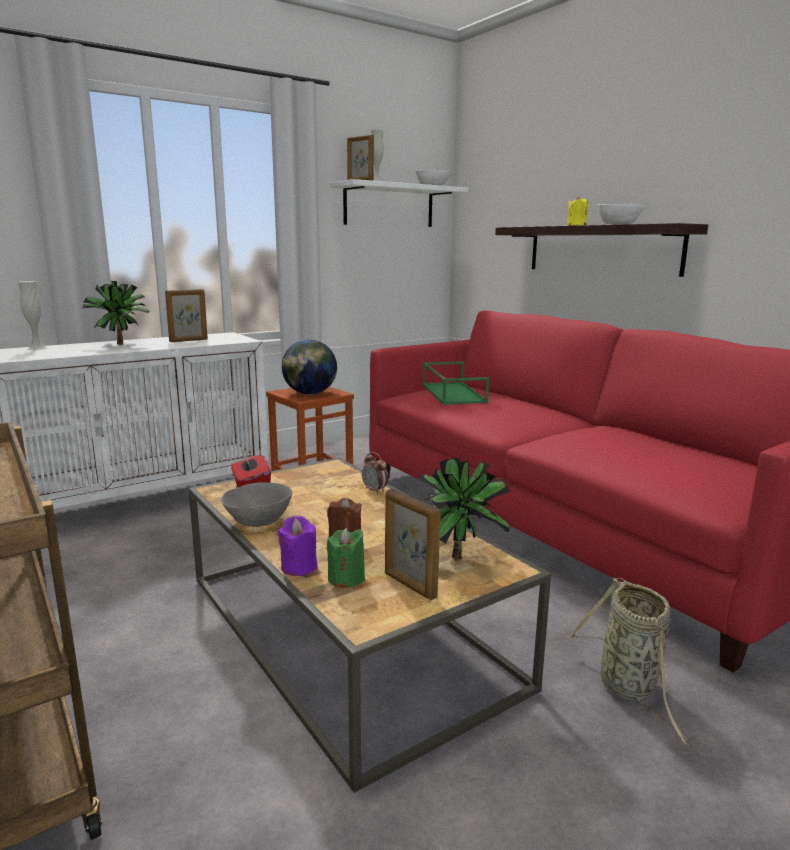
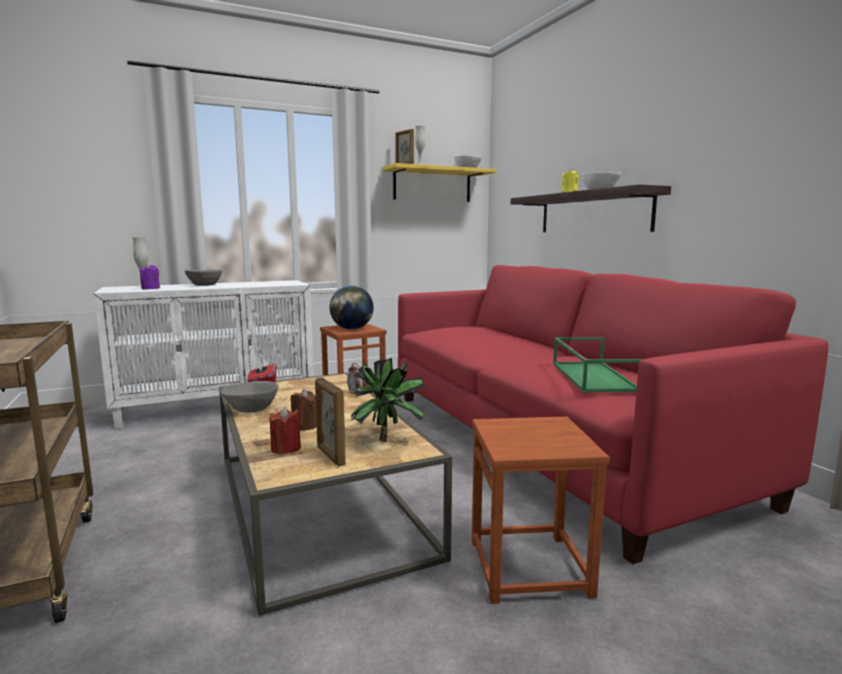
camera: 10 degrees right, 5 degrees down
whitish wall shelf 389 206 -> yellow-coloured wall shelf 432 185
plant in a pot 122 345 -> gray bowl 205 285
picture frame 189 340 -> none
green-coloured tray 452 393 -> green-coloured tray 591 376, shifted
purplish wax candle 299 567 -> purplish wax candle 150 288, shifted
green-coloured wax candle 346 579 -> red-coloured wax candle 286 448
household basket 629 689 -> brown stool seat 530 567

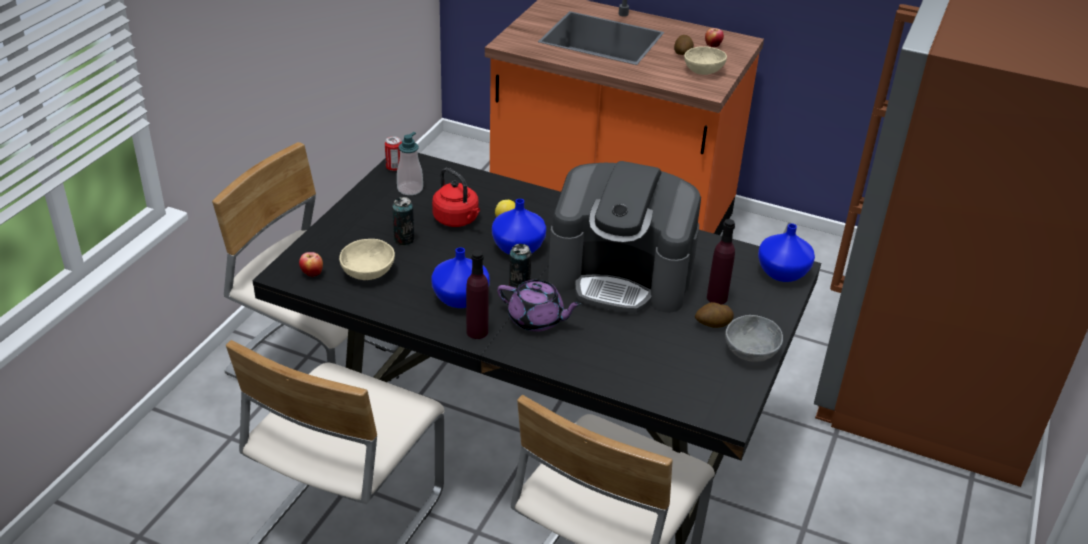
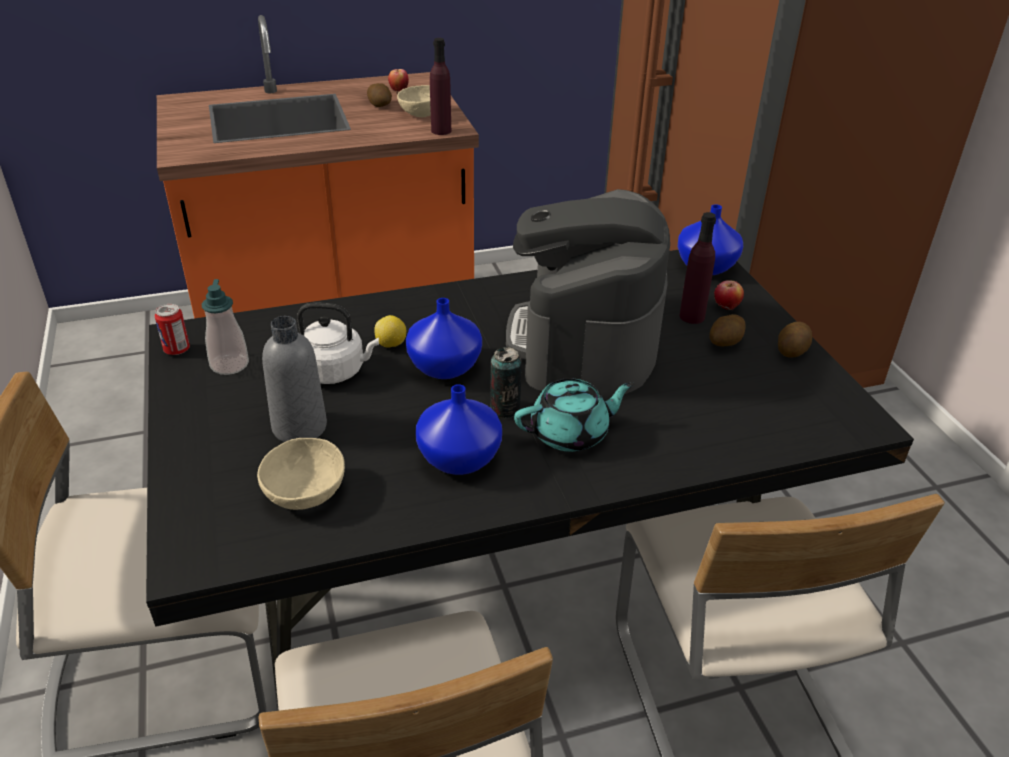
camera: 40 degrees left, 0 degrees up
coffee machine 622 276 -> coffee machine 584 341, 120 degrees clockwise
red-coloured tea kettle 457 220 -> whitish tea kettle 335 371
metal can 404 239 -> gray drink bottle 299 427
purplish drink bottle 477 331 -> purplish drink bottle 441 131, shifted
apple fruit 312 274 -> apple fruit 726 308, shifted
purplish tea pot 537 319 -> turquoise tea pot 571 433
gray bowl 752 352 -> whole potato 791 350

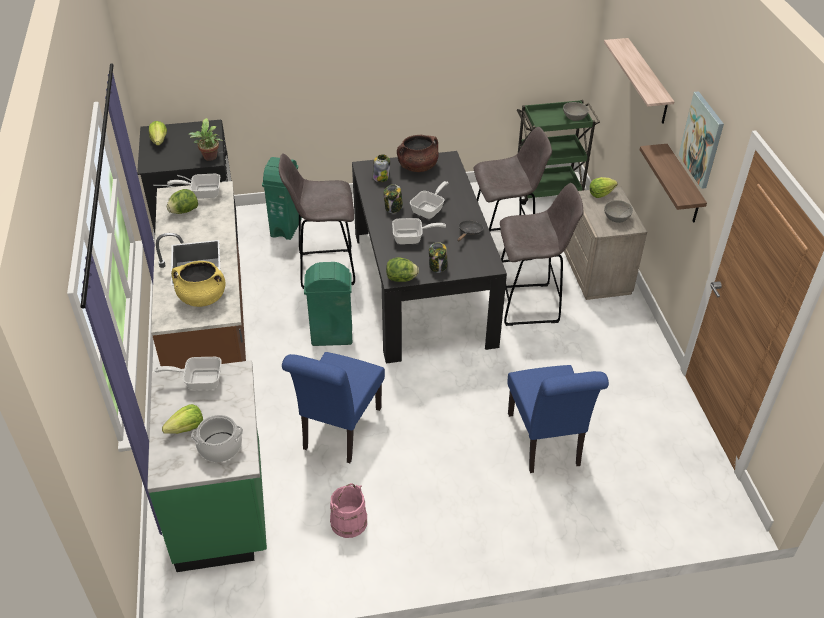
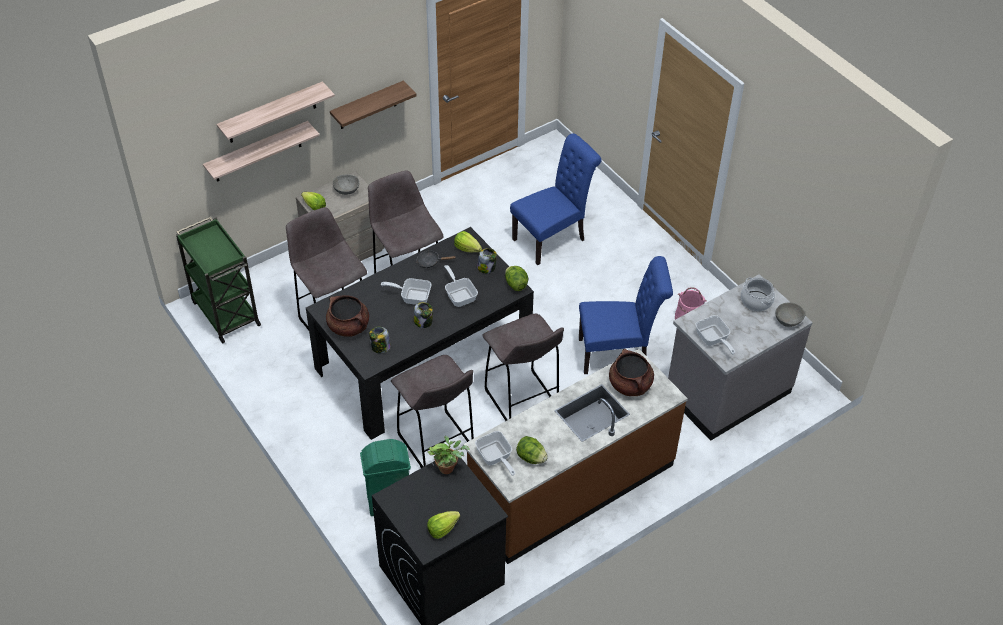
camera: 115 degrees left, 5 degrees up
wall picture 702 140 -> none
gray bowl 574 118 -> gray bowl 788 321, shifted
yellow-coloured stockpot 202 298 -> brown stockpot 630 385
green-coloured rubbish bin 331 337 -> gray stool seat 522 400
green-coloured kitchen base unit 223 507 -> gray kitchen base unit 727 392
head of lettuce 186 428 -> head of lettuce 467 248, shifted
none -> wall shelf 257 152

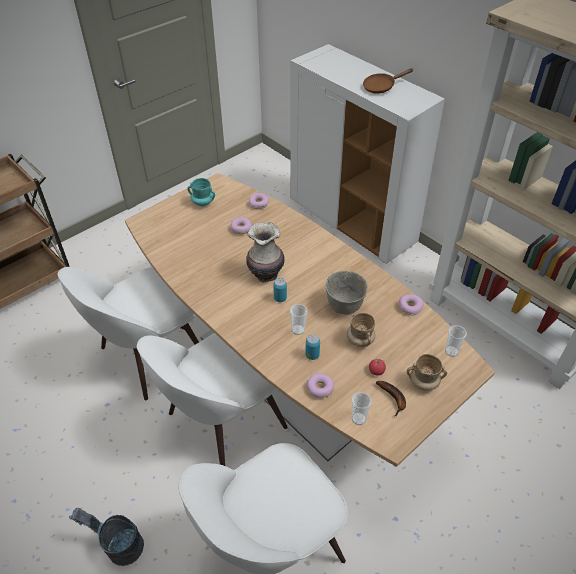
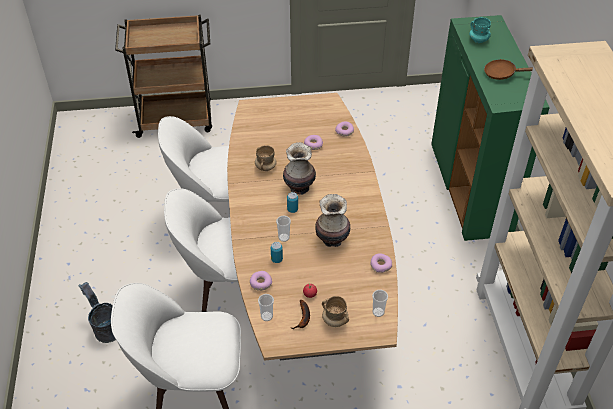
camera: 35 degrees right, 0 degrees up
whitish cabinet 352 221 -> green-coloured cabinet 470 190
turquoise mug 202 203 -> turquoise mug 478 40, shifted
gray bowl 345 306 -> decorative vase 333 239
beige mug 360 340 -> beige mug 265 167, shifted

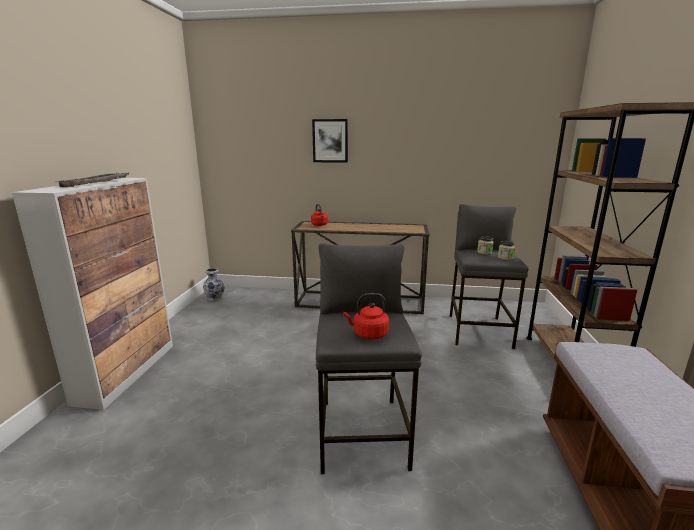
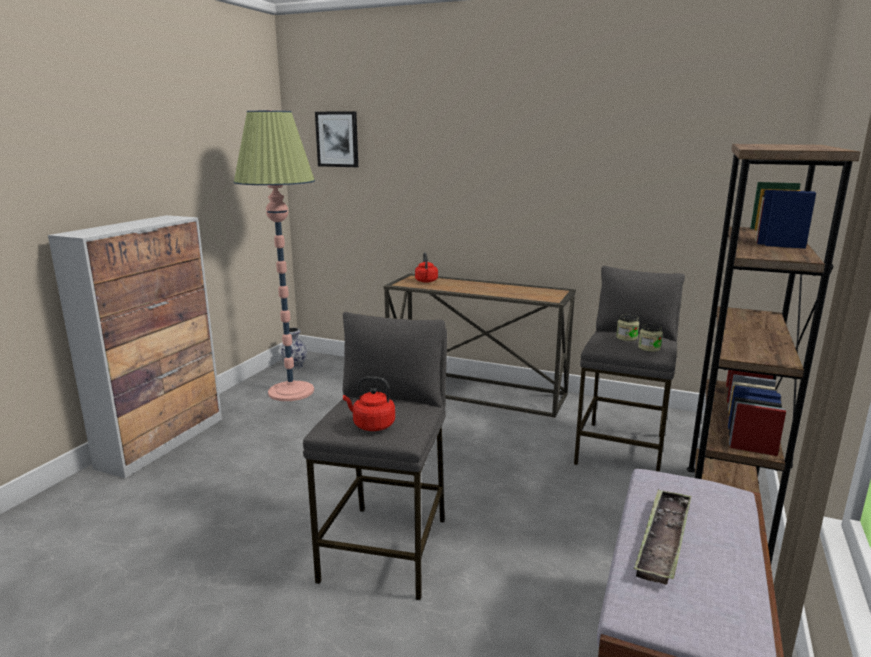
camera: 15 degrees right, 0 degrees up
wall picture 330 141 -> wall picture 337 139, shifted
tray 96 183 -> tray 663 540, shifted
none -> floor lamp 291 391

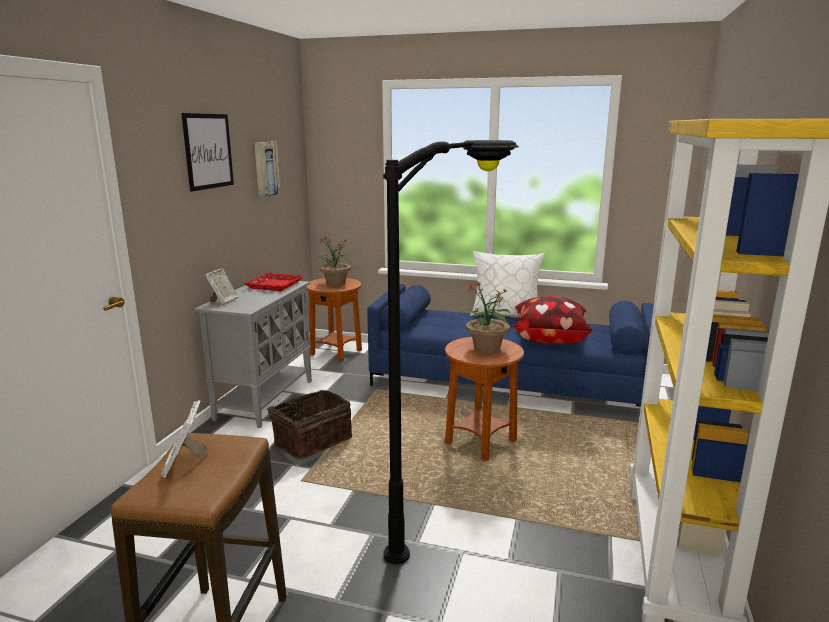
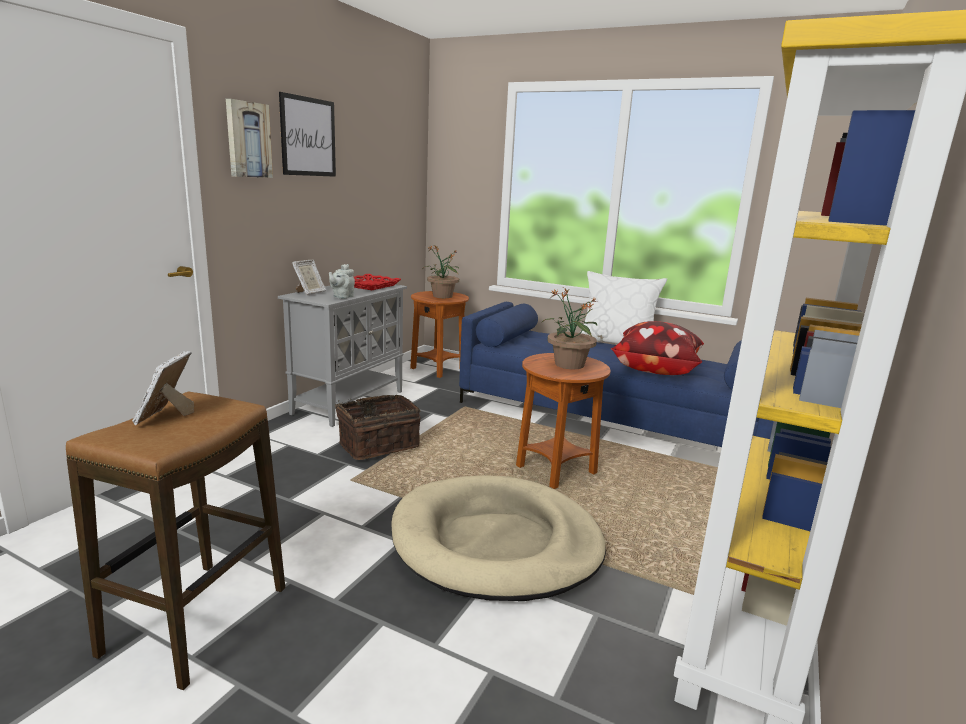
camera: 10 degrees right, 0 degrees up
black-coloured floor lamp 455 520 -> beige dog bed 496 542
wall picture 265 169 -> wall picture 247 140, shifted
none -> gray tea pot 342 297

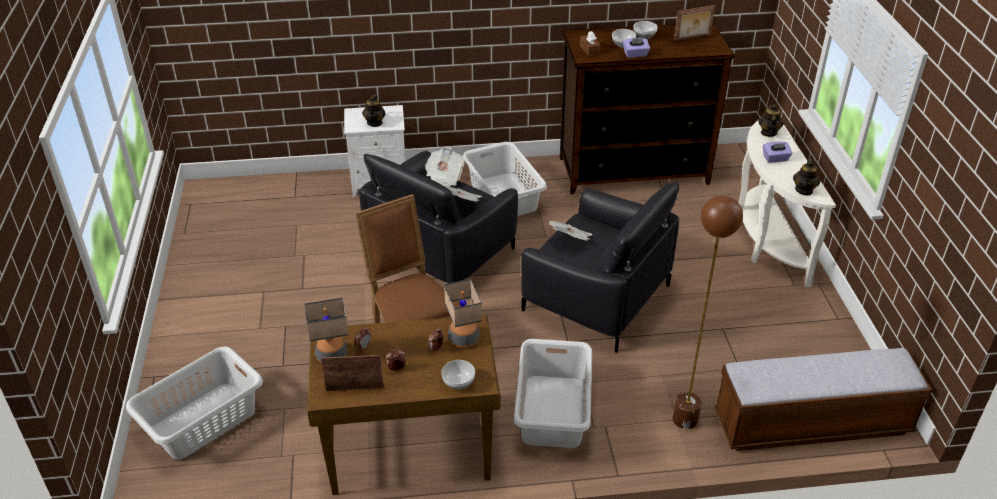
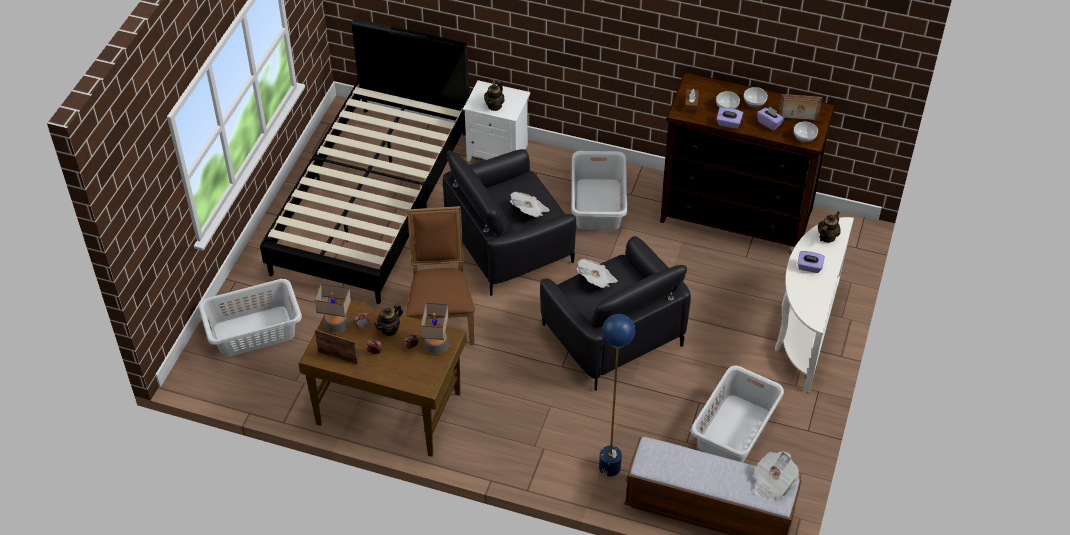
camera: 25 degrees right, 10 degrees up
daily paper 444 178 -> daily paper 772 483, shifted
tea pot 804 190 -> tea pot 389 329, shifted
brown floor lamp 685 419 -> blue floor lamp 609 467
gray washing basket 552 411 -> gray washing basket 733 430, shifted
bowl 459 382 -> bowl 804 137, shifted
none -> black-coloured bedroom bed 372 200
none -> purplish tissue holder 769 123

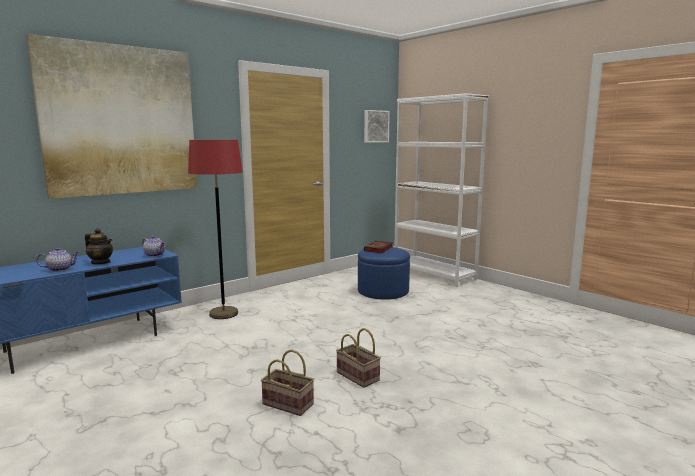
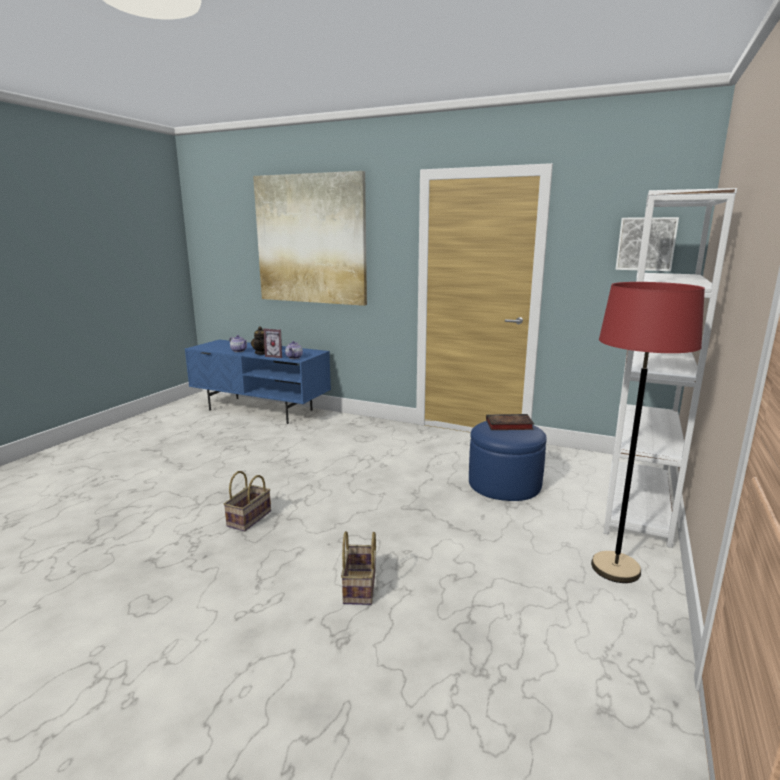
camera: 65 degrees right, 5 degrees up
red-coloured floor lamp 223 314 -> red-coloured floor lamp 615 568, shifted
household basket 289 404 -> household basket 360 588, shifted
none -> picture frame 276 356

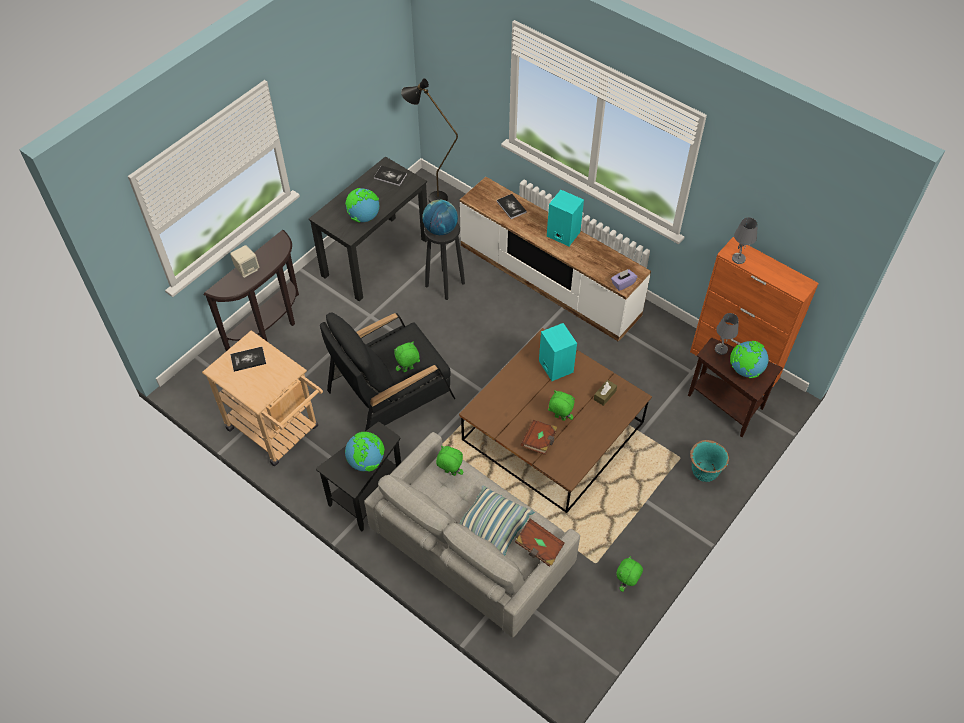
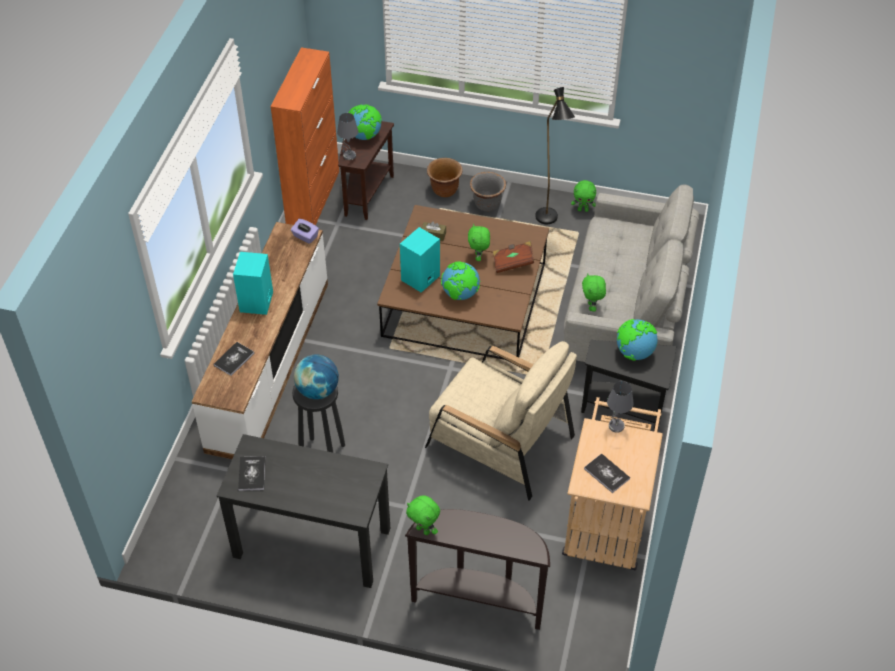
camera: 115 degrees left, 5 degrees down
black-coloured floor lamp 430 198 -> black-coloured floor lamp 549 222, shifted
world globe 363 217 -> world globe 460 295, shifted
gray table lamp 738 258 -> gray table lamp 616 426, shifted
beige speaker 247 269 -> none
black-coloured easy chair 391 394 -> beige easy chair 499 441
green-coloured plush toy 408 370 -> green-coloured plush toy 424 530, shifted
turquoise flower pot 704 472 -> brown flower pot 444 191
pillow 493 526 -> none
brown bound book 539 547 -> none
none -> gray flower pot 487 205

